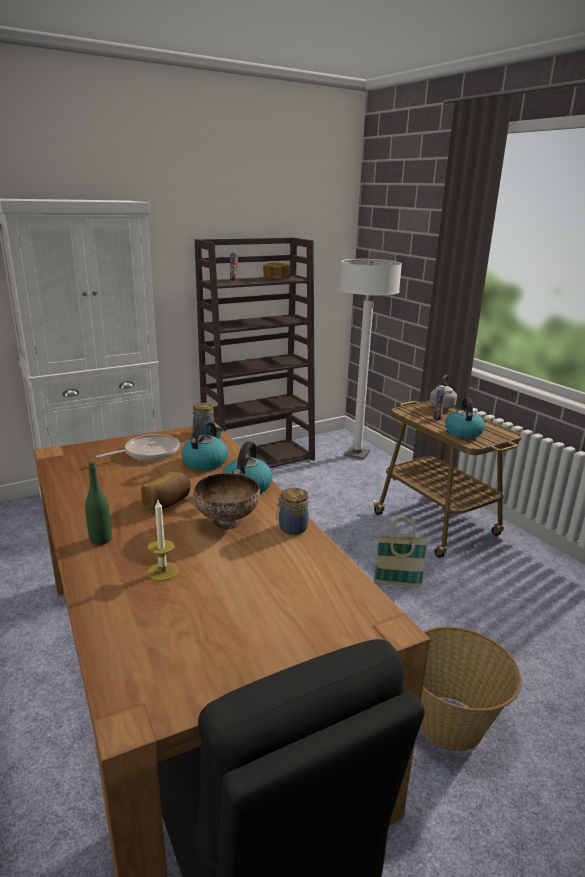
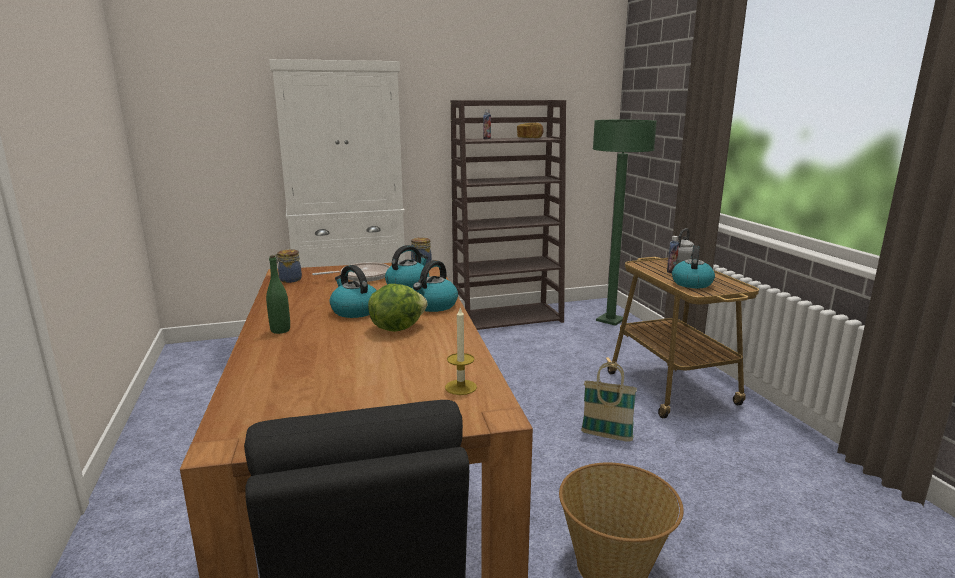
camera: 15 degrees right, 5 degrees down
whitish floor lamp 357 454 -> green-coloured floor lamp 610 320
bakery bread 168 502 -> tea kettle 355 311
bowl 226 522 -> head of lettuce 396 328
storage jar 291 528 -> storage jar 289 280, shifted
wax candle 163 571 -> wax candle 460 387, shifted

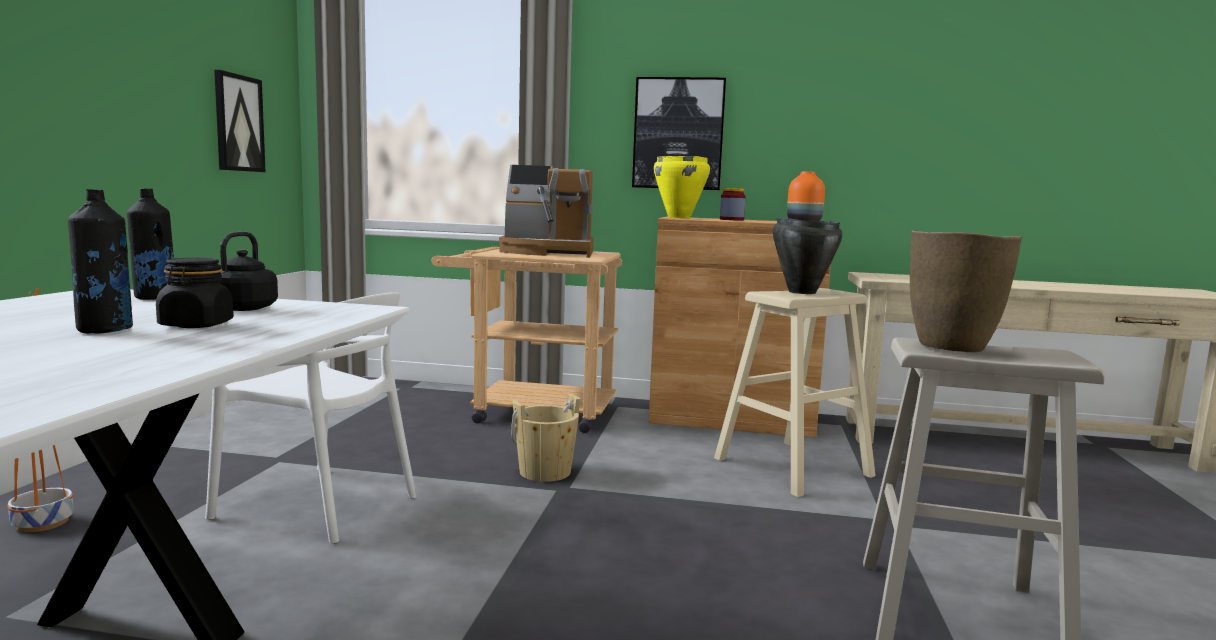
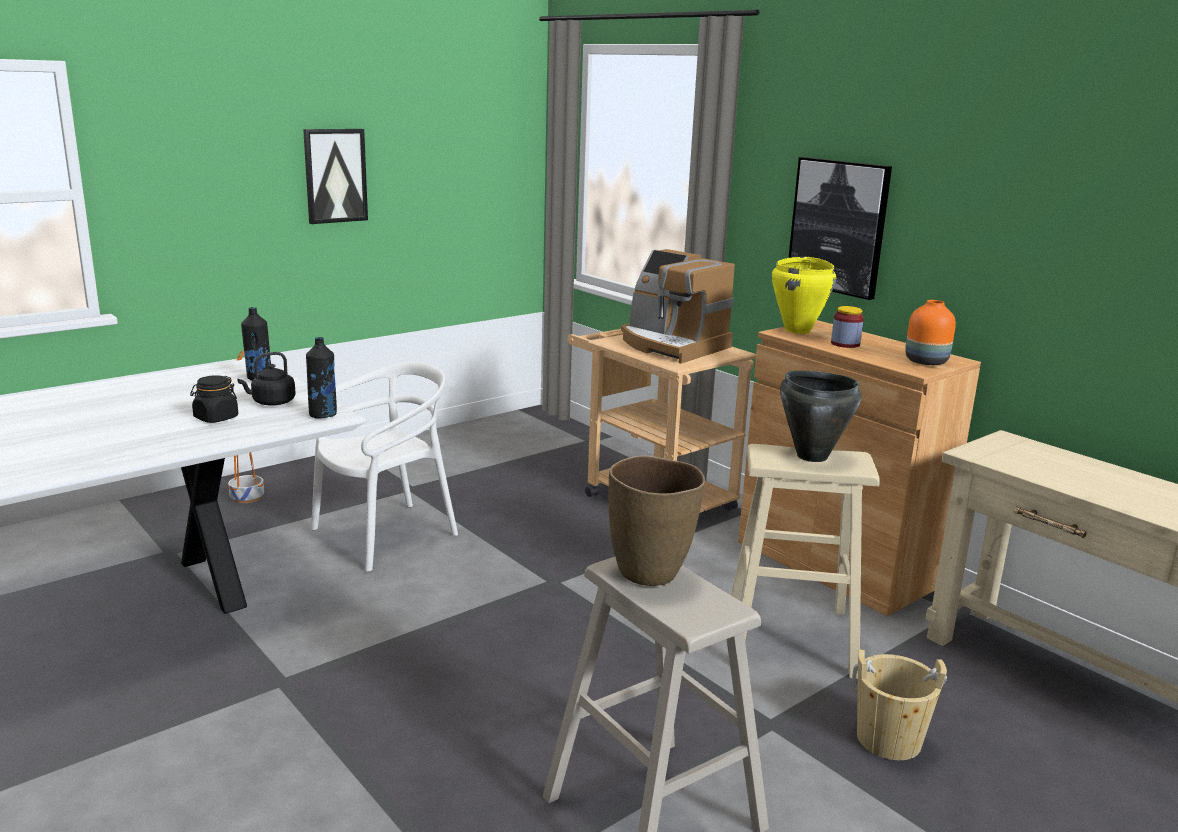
camera: 40 degrees right, 10 degrees up
wall picture 238 123 -> wall picture 335 175, shifted
black-coloured drink bottle 105 330 -> black-coloured drink bottle 323 415, shifted
whitish chair 318 504 -> whitish chair 385 535, 105 degrees counterclockwise
beige water bucket 545 472 -> beige water bucket 888 740, shifted

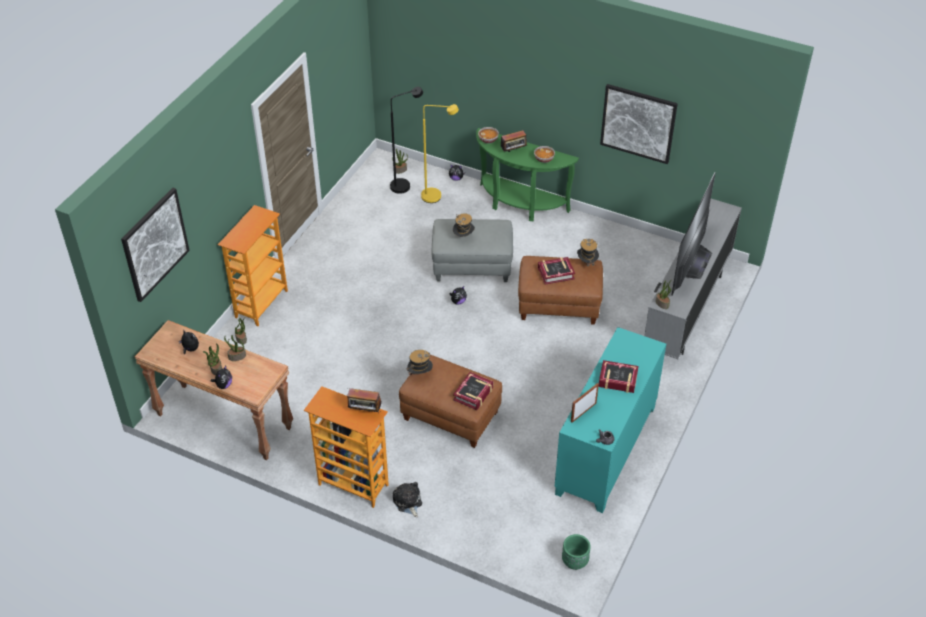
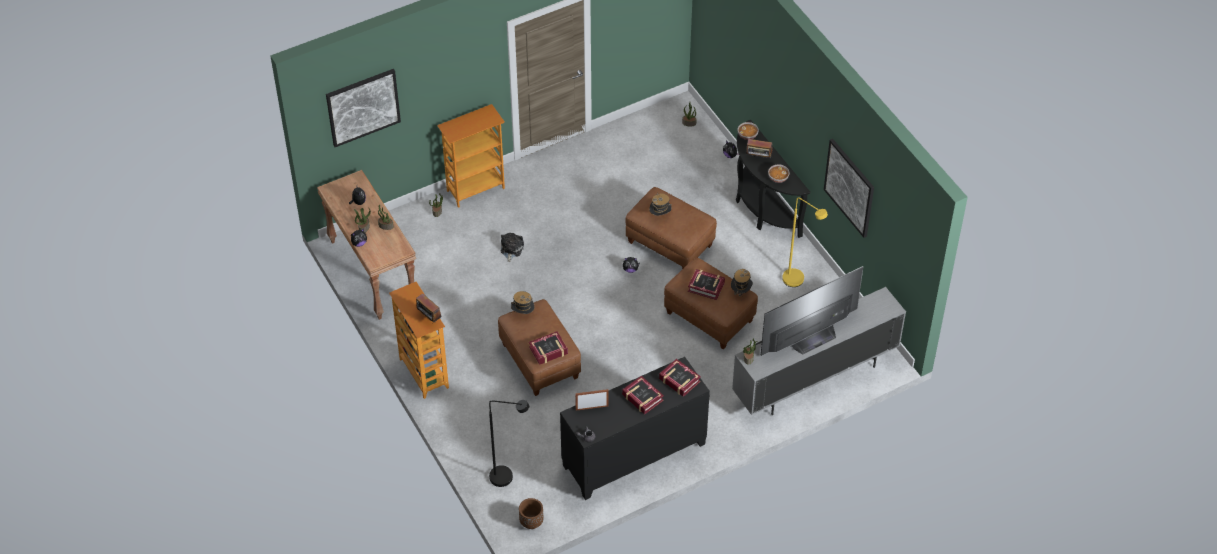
camera: 35 degrees right, 5 degrees up
black-coloured floor lamp 405 185 -> black-coloured floor lamp 507 478, shifted
yellow-coloured floor lamp 437 197 -> yellow-coloured floor lamp 798 282, shifted
green-coloured console table 519 204 -> black-coloured console table 762 208
gray footrest 472 266 -> brown footrest 670 244
turquoise cabinet 607 450 -> black-coloured cabinet 634 455
plush toy 408 502 -> plush toy 511 249, shifted
green-coloured flower pot 574 561 -> brown flower pot 531 522
none -> bound book 679 380

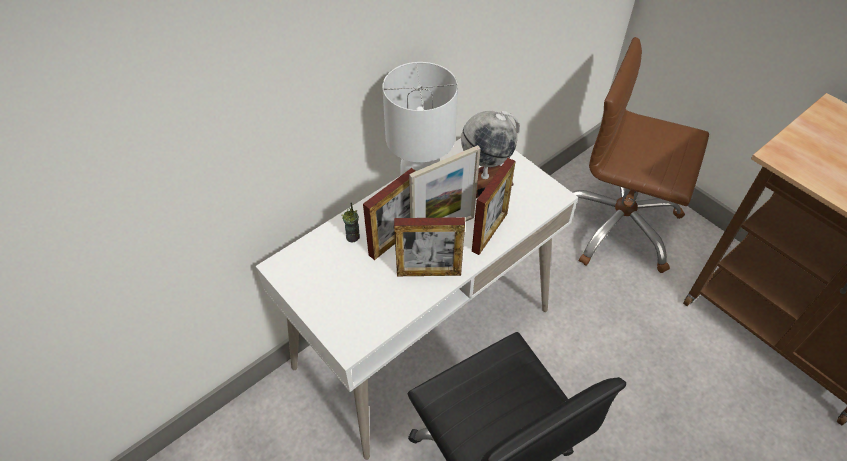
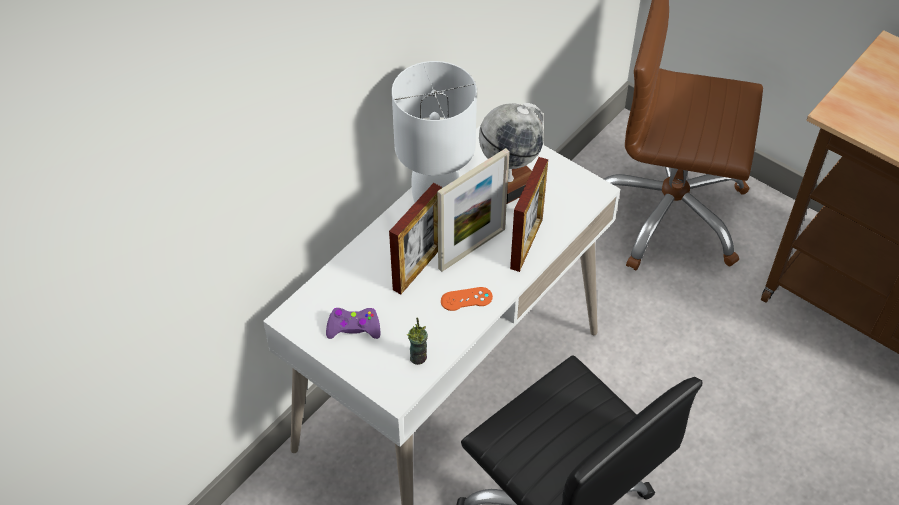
camera: 10 degrees left, 0 degrees up
cup 353 236 -> cup 418 357, shifted
picture frame 428 272 -> orangey joypad 466 299
none -> purplish joypad 353 328

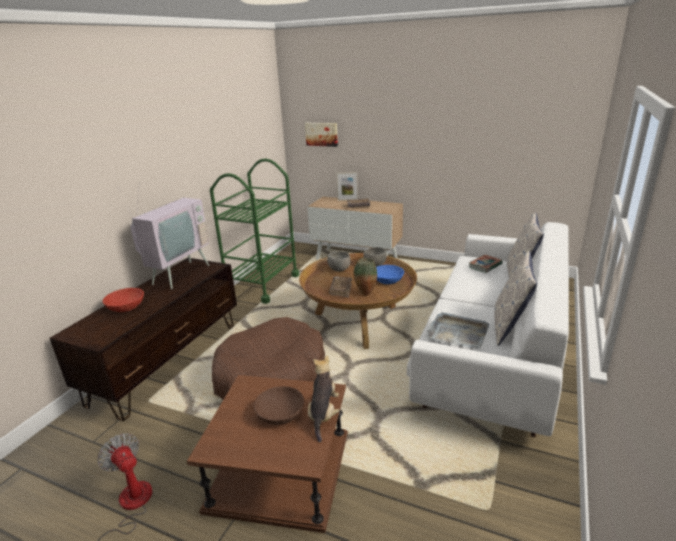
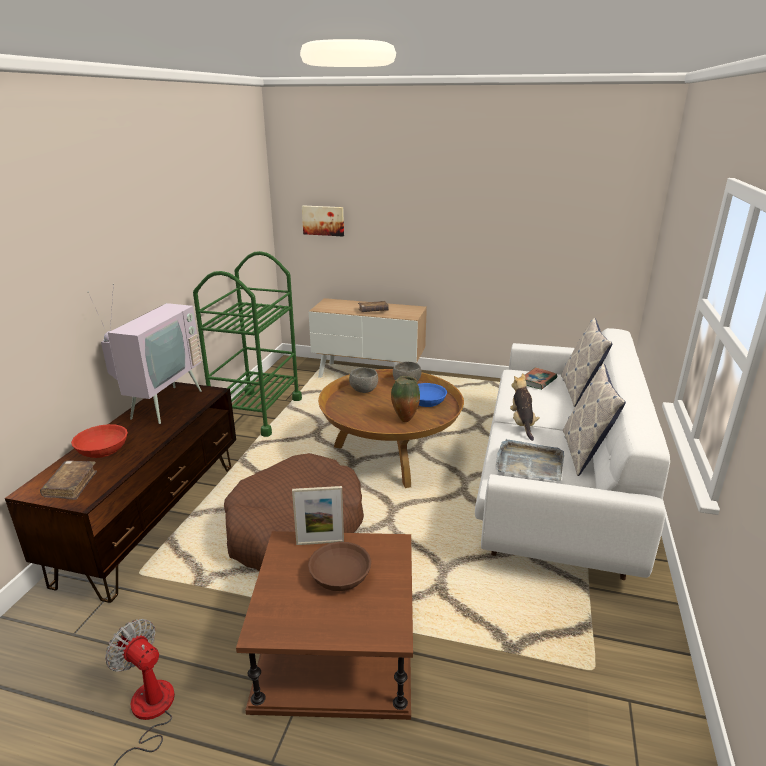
camera: 10 degrees left, 0 degrees up
picture frame 347 200 -> picture frame 320 542, shifted
brown bound book 341 290 -> brown bound book 71 485, shifted
plush toy 323 414 -> plush toy 522 424, shifted

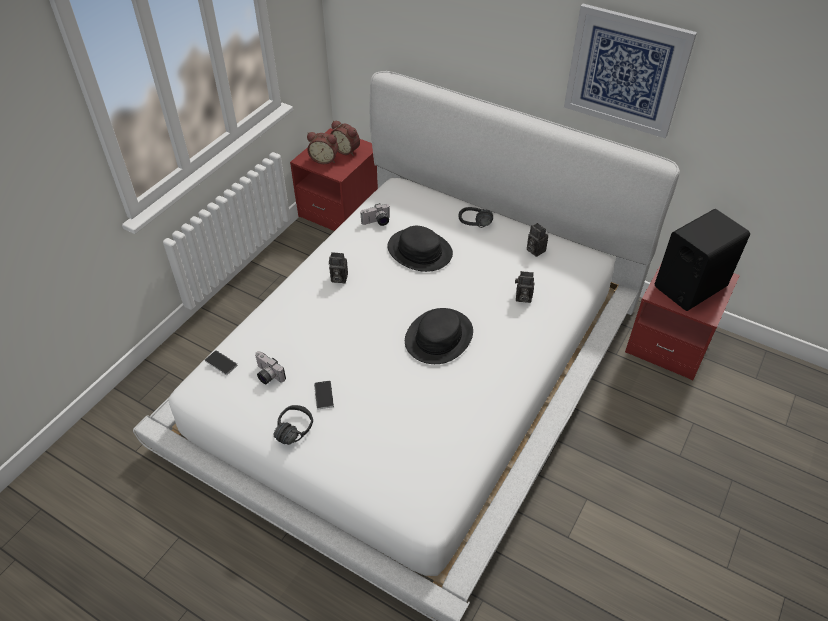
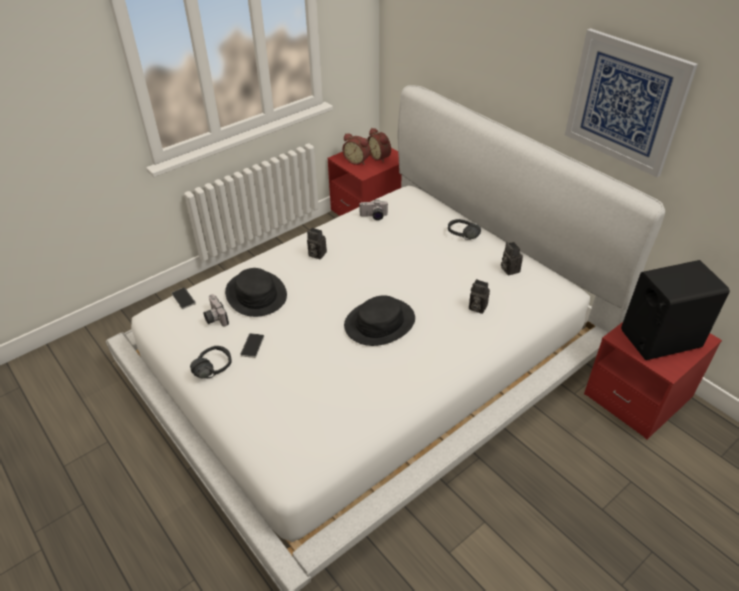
camera: 20 degrees right, 5 degrees down
black-coloured hat 419 251 -> black-coloured hat 256 294, shifted

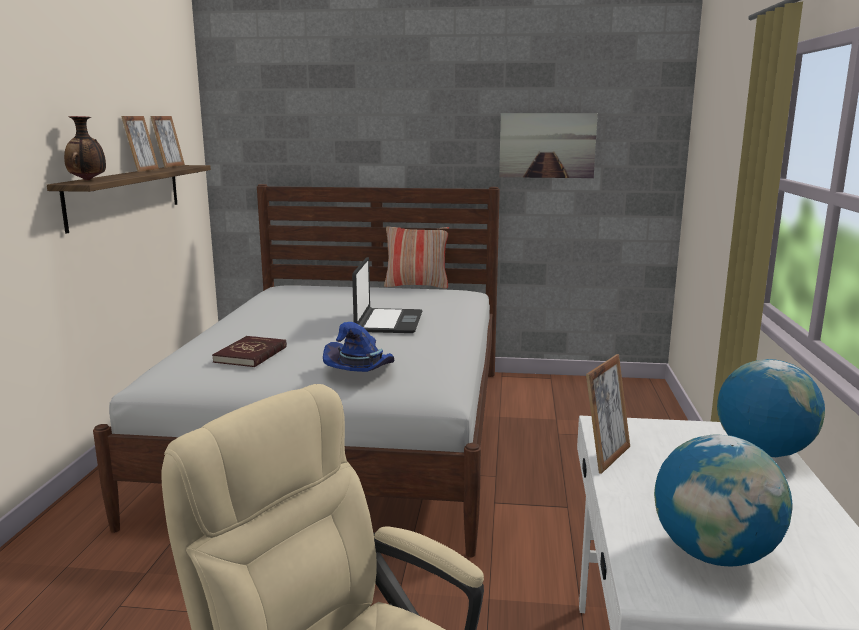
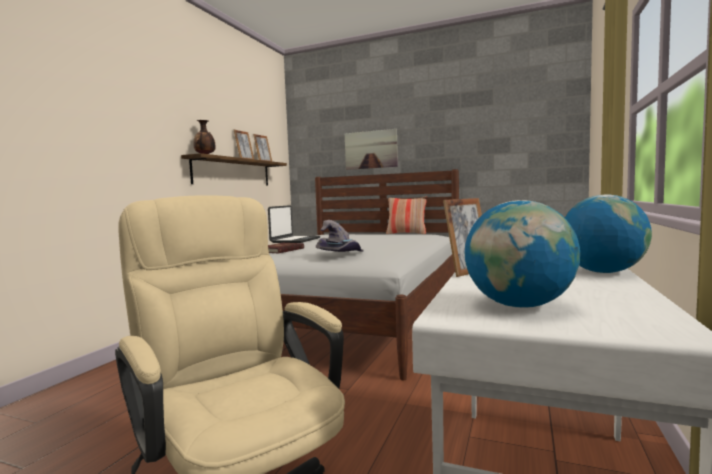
camera: 15 degrees right, 10 degrees down
wall picture 547 145 -> wall picture 371 149, shifted
notebook computer 388 322 -> notebook computer 295 240, shifted
blue hat 361 371 -> gray hat 340 255

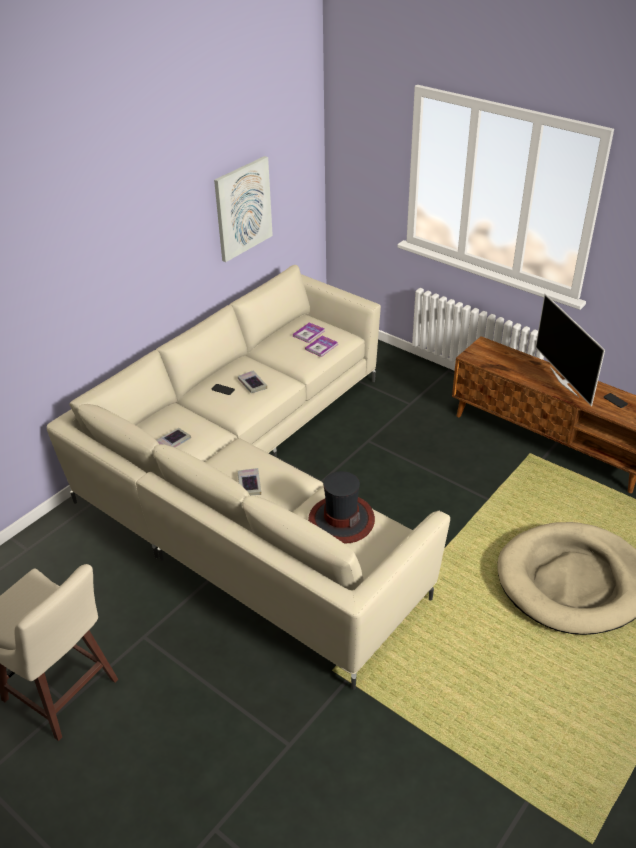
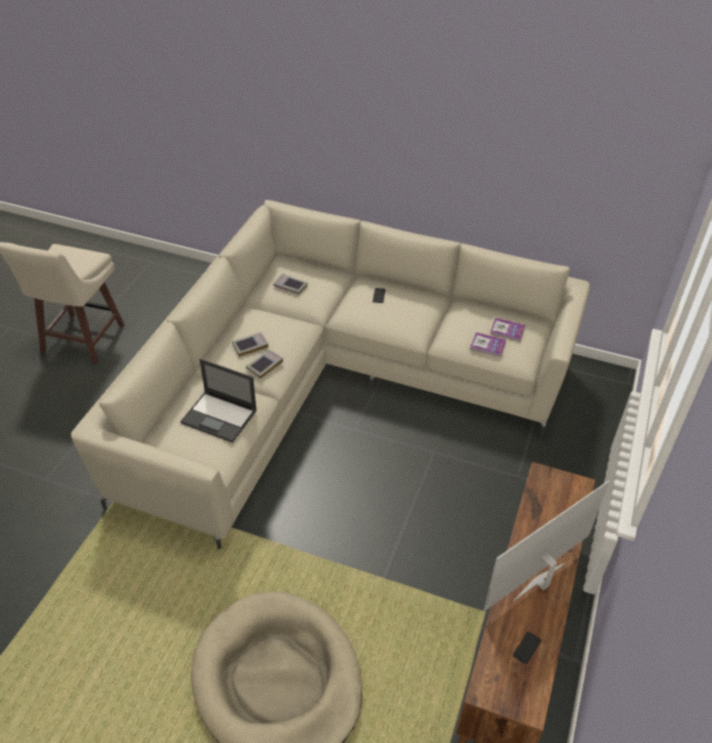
camera: 70 degrees right, 5 degrees up
wall picture 243 208 -> none
bound book 252 384 -> bound book 264 365, shifted
hat 341 520 -> notebook computer 220 417

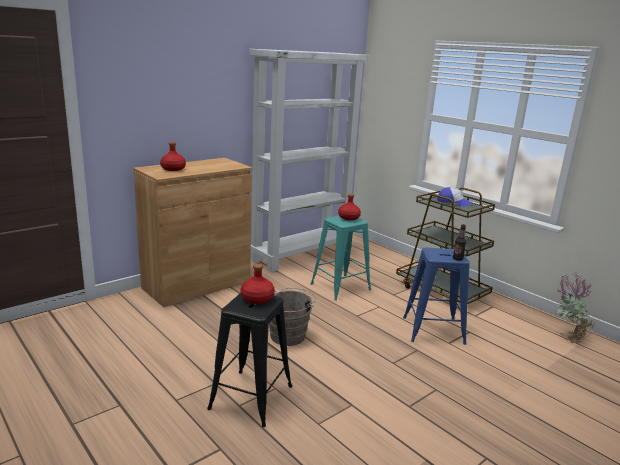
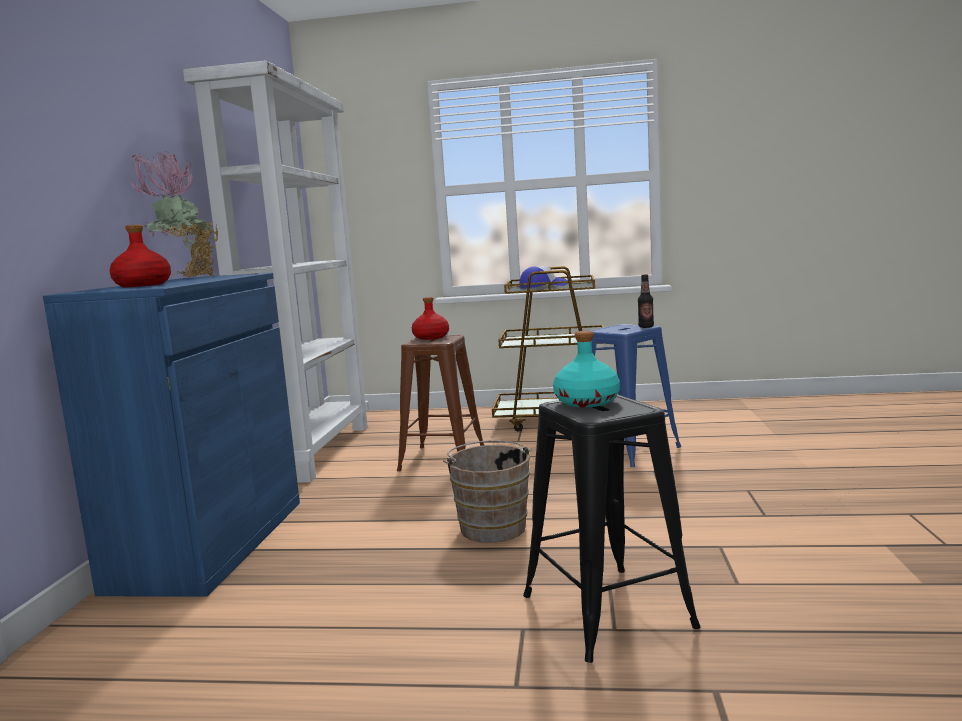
camera: 40 degrees left, 10 degrees down
brown cabinet 197 284 -> blue cabinet 211 543
turquoise stool seat 340 287 -> brown stool seat 442 459
red-coloured drink bottle 257 298 -> turquoise drink bottle 587 402
plant in a pot 566 336 -> plant in a pot 186 278, shifted

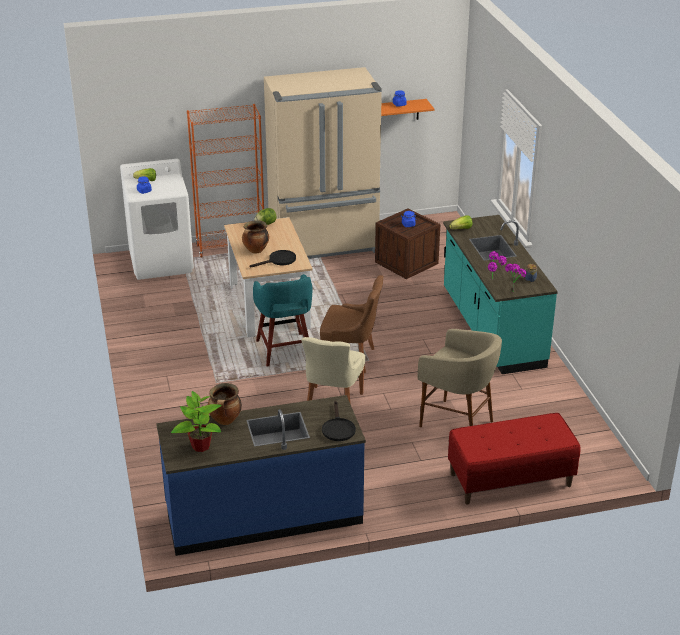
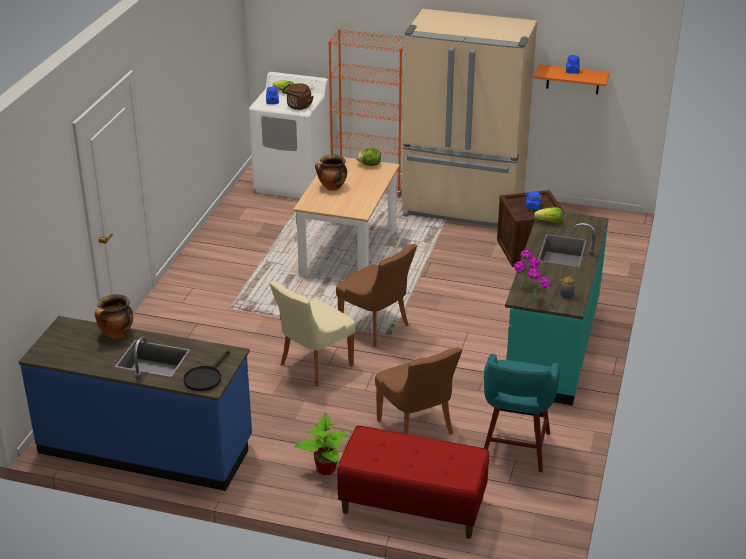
camera: 30 degrees right, 0 degrees up
black-coloured frying pan 279 260 -> none
turquoise stool seat 284 351 -> turquoise stool seat 515 449, shifted
beige stool seat 457 423 -> brown chair 417 428
plant in a pot 200 446 -> plant in a pot 325 468, shifted
none -> brown tea kettle 298 107

